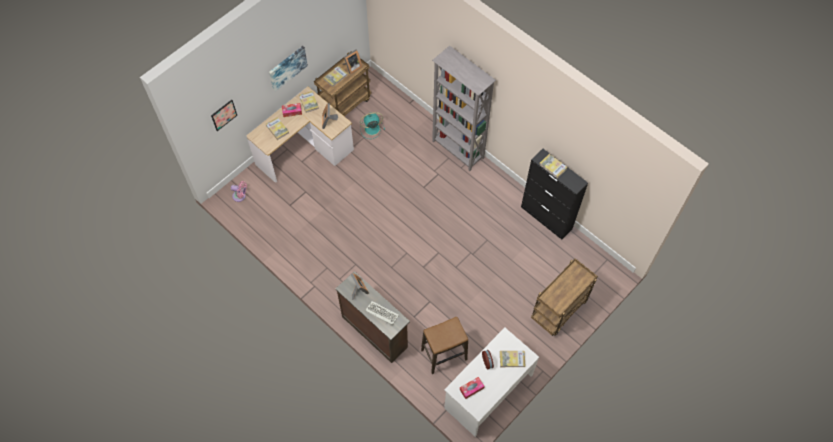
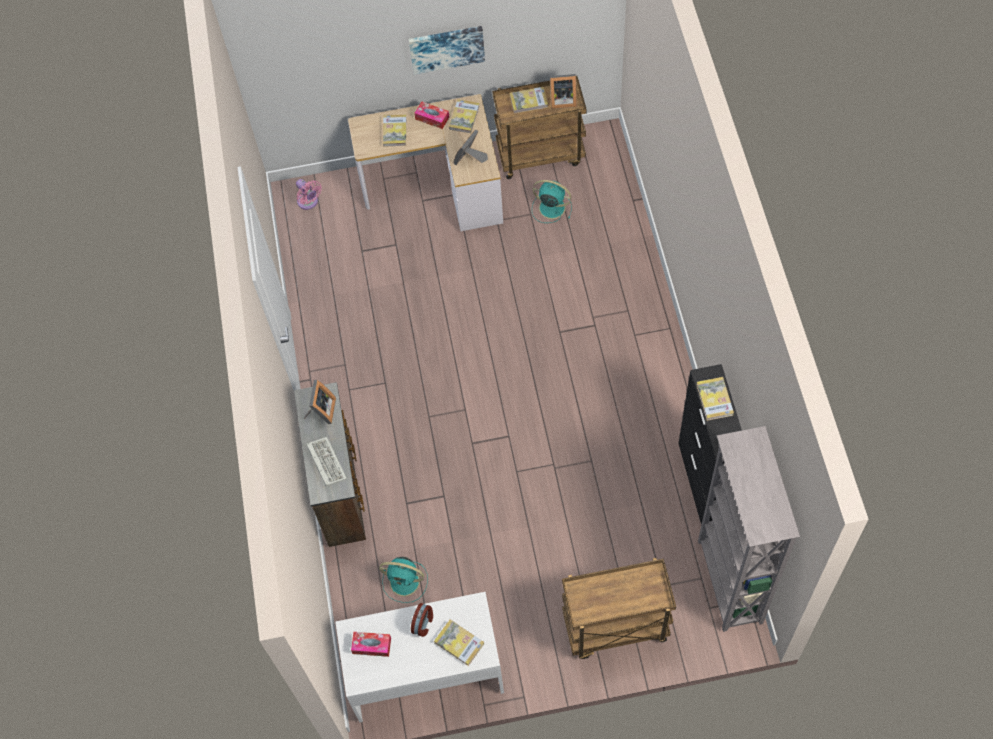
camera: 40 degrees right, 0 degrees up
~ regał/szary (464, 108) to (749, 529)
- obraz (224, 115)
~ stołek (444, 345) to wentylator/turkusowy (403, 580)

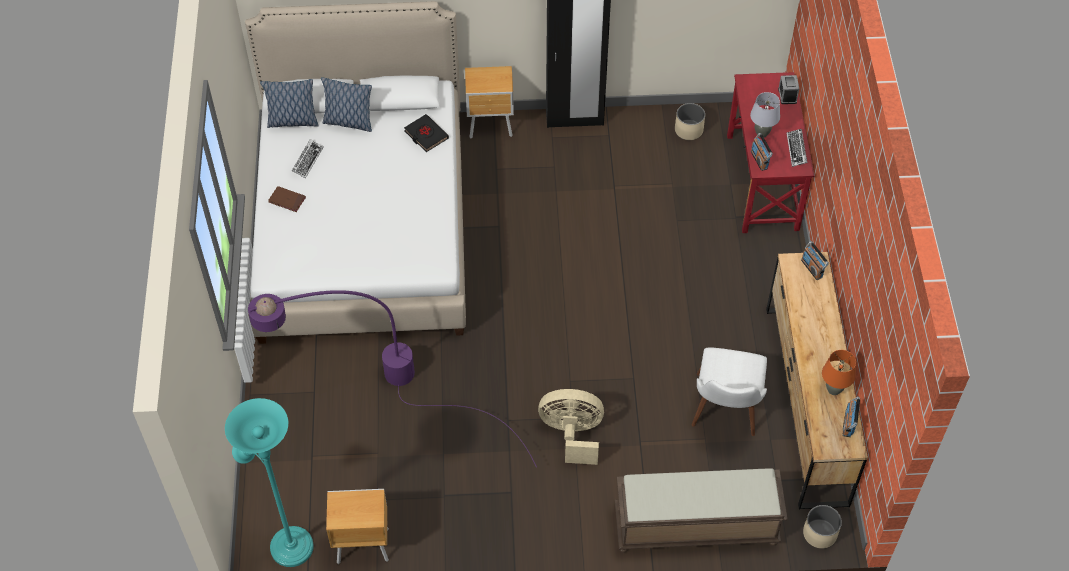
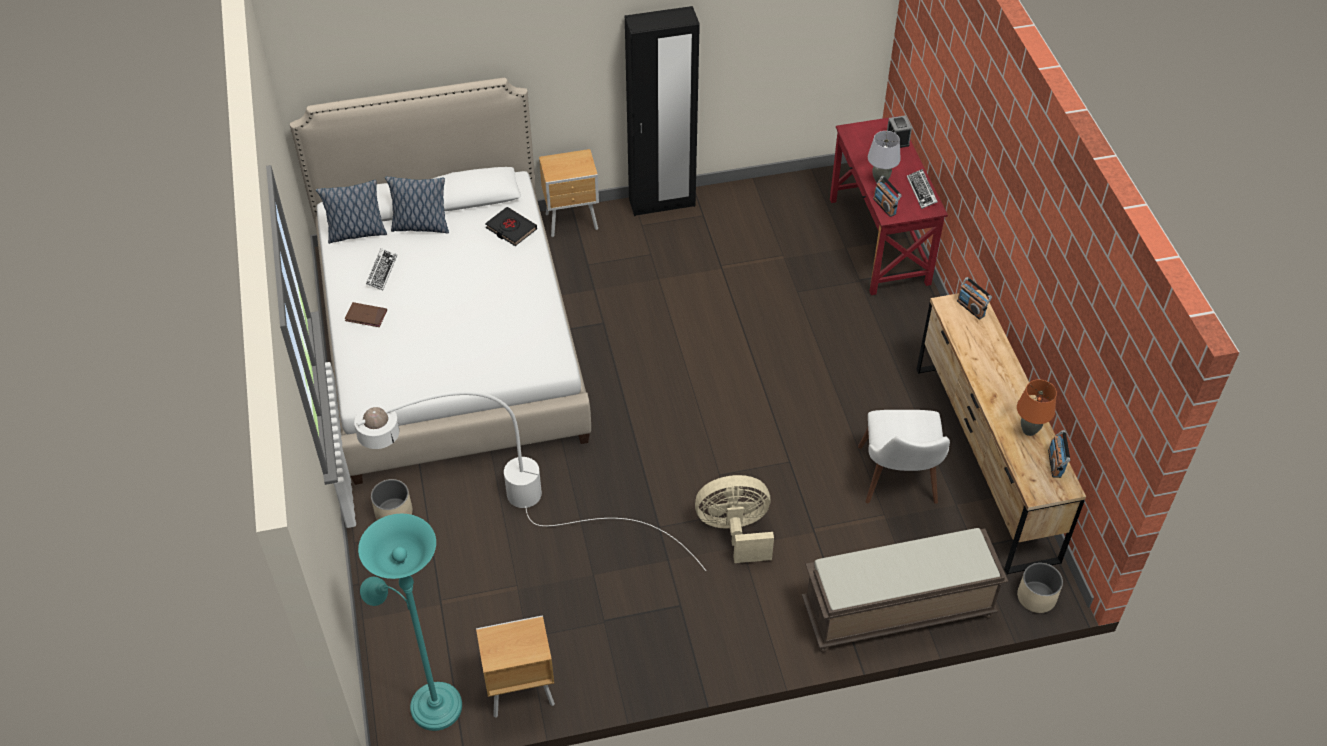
camera: 10 degrees left, 5 degrees down
~ donica/beżowy (690, 121) to (392, 499)
~ lampa stojąca/fioletowy (392, 378) to lampa stojąca/biały (530, 481)

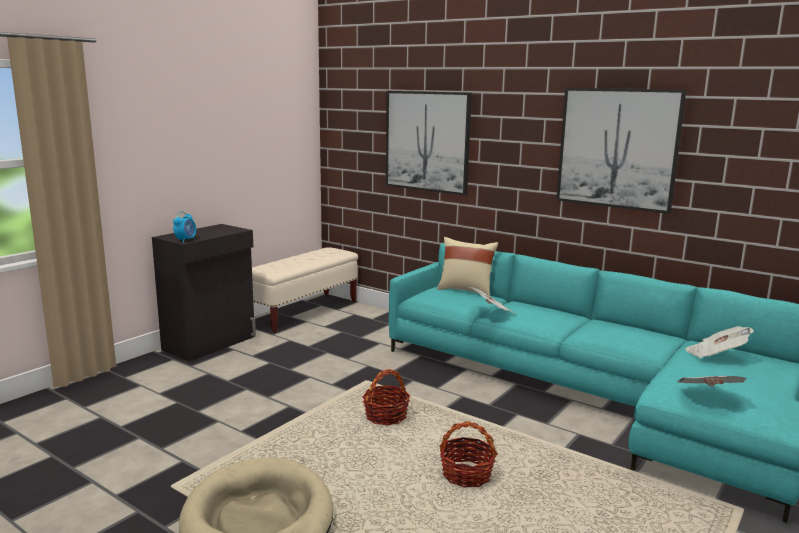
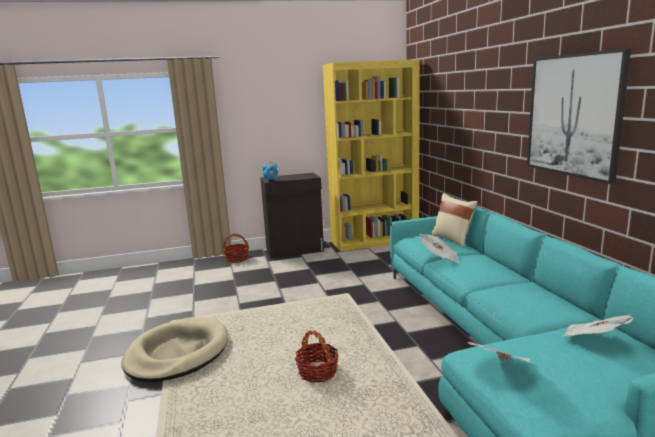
camera: 40 degrees right, 0 degrees up
- obraz (429, 143)
~ ławka/beżowy (305, 290) to regał/żółty (371, 155)
~ koszyk (386, 397) to (235, 248)

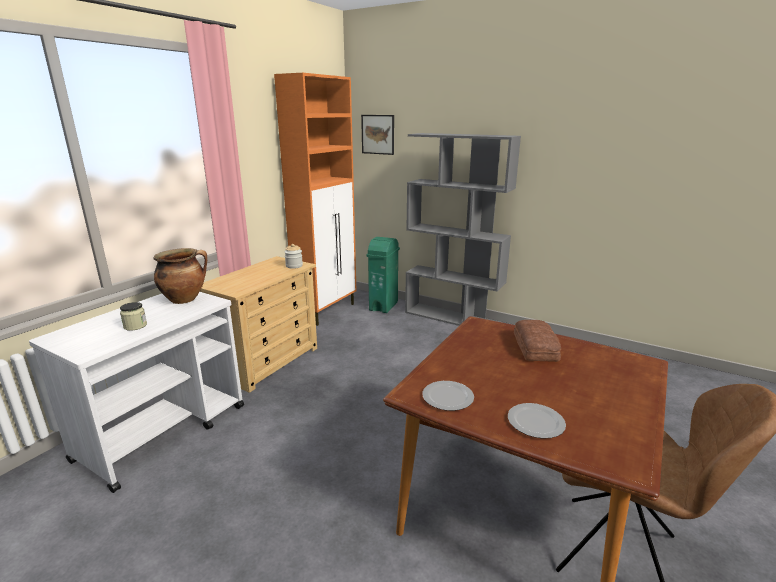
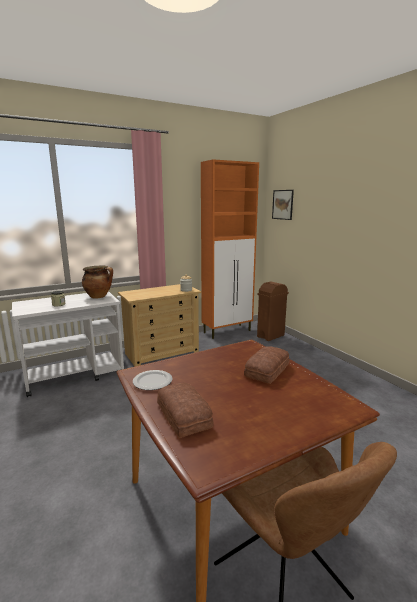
camera: 30 degrees right, 5 degrees down
- regał/szary (463, 229)
~ kosz na śmieci/zielony (383, 275) to kosz na śmieci/brązowy (273, 311)
~ talerz (537, 420) to chleb (185, 410)

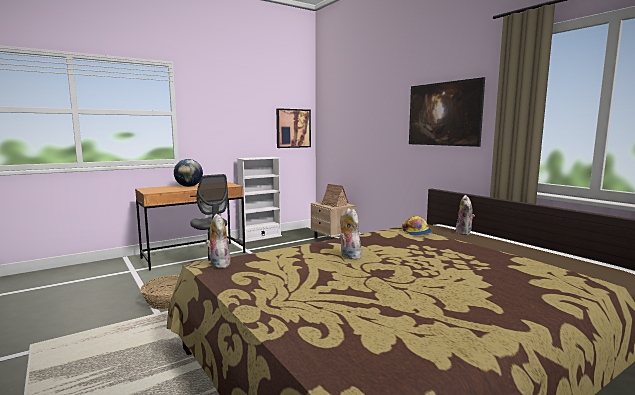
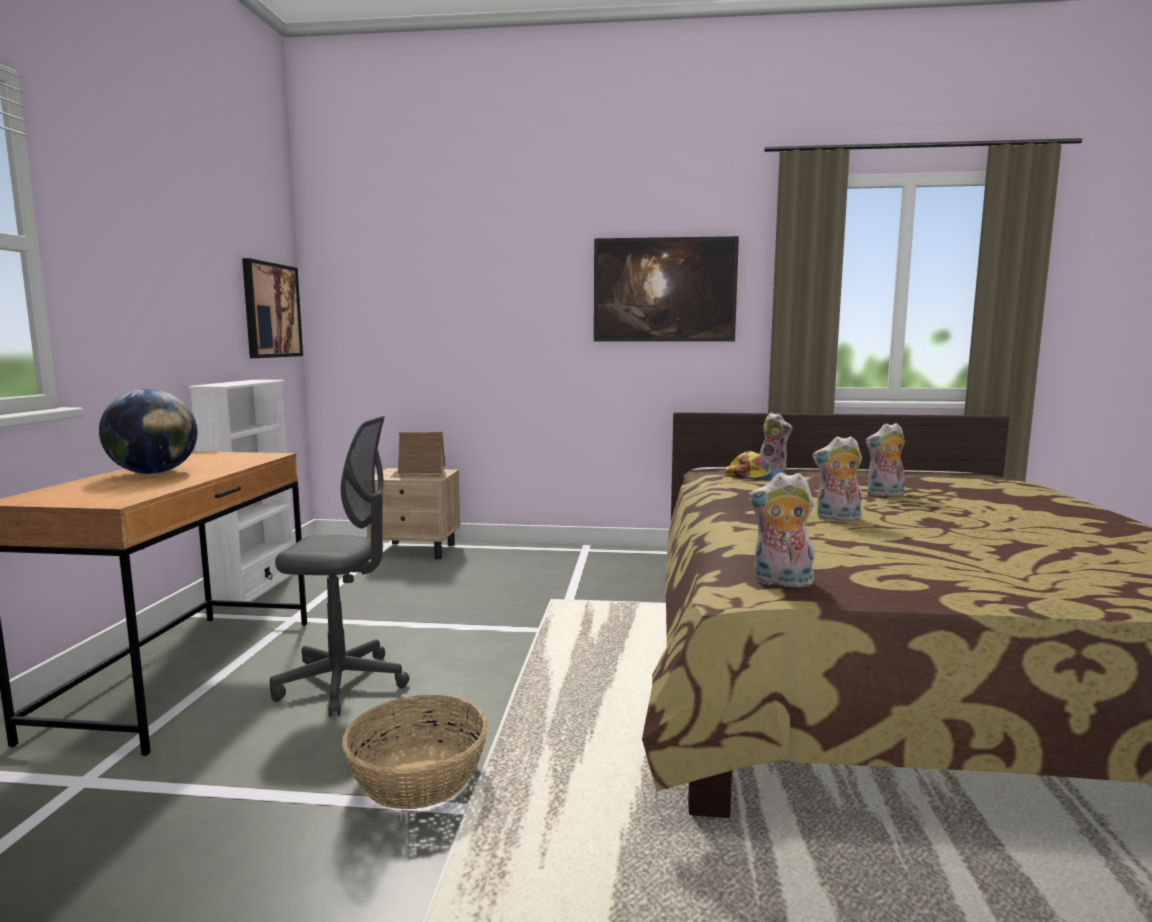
camera: 50 degrees left, 0 degrees up
+ pluszak (885, 460)

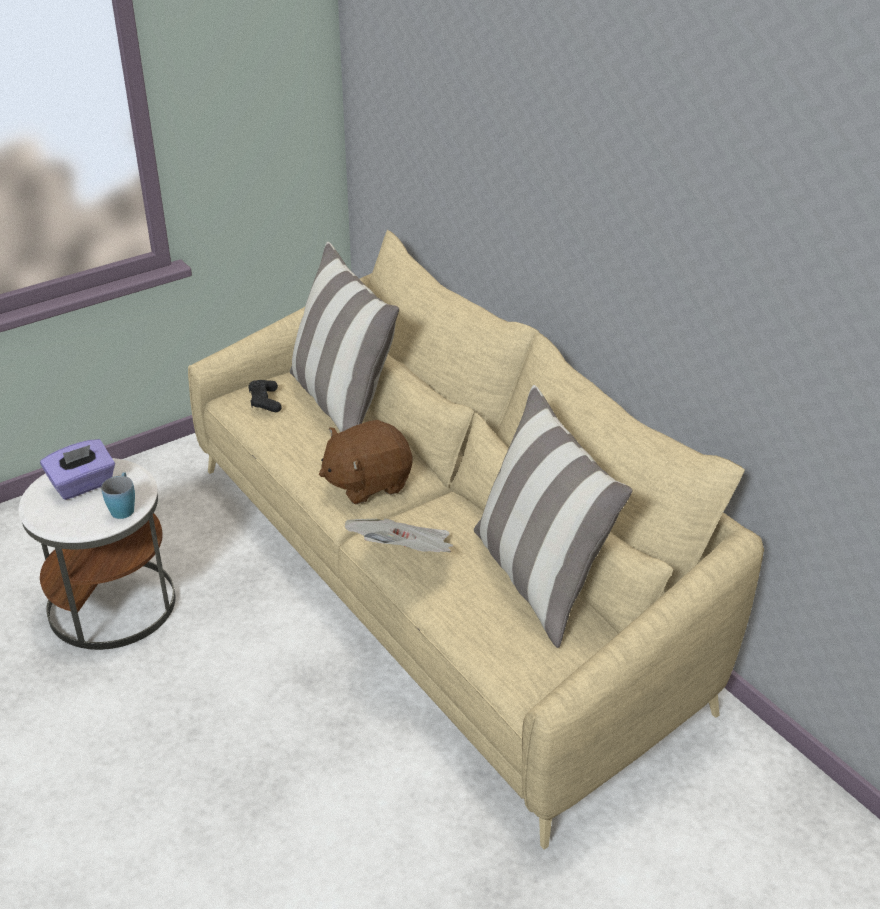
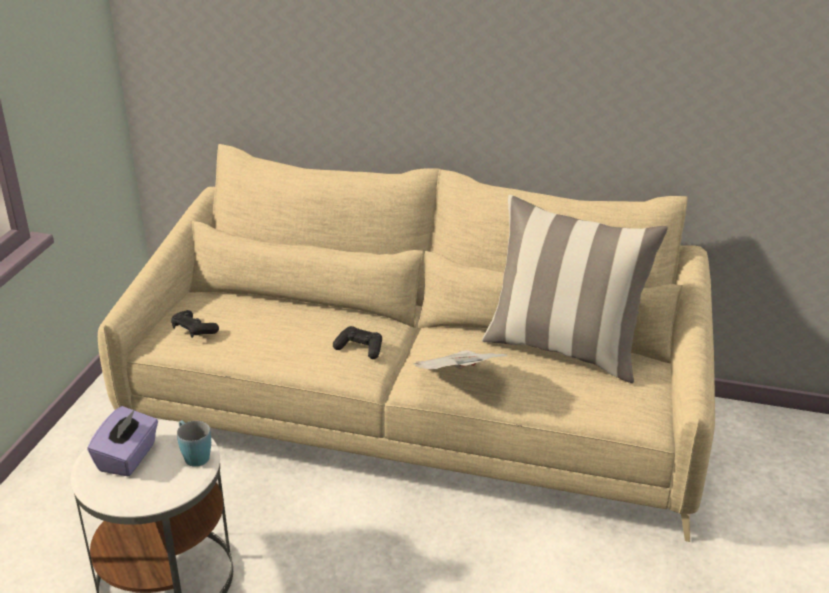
camera: 40 degrees left, 5 degrees down
- poduszka (344, 337)
~ pluszak/brązowy (365, 462) to pad do gier/czarny (357, 342)

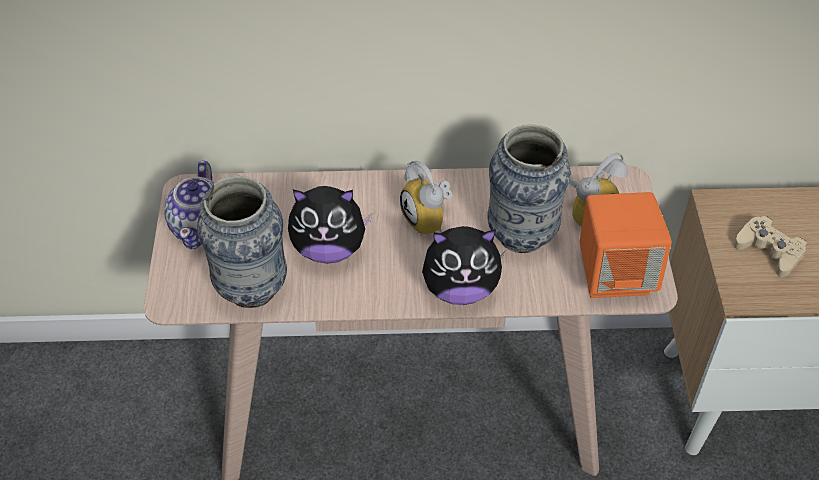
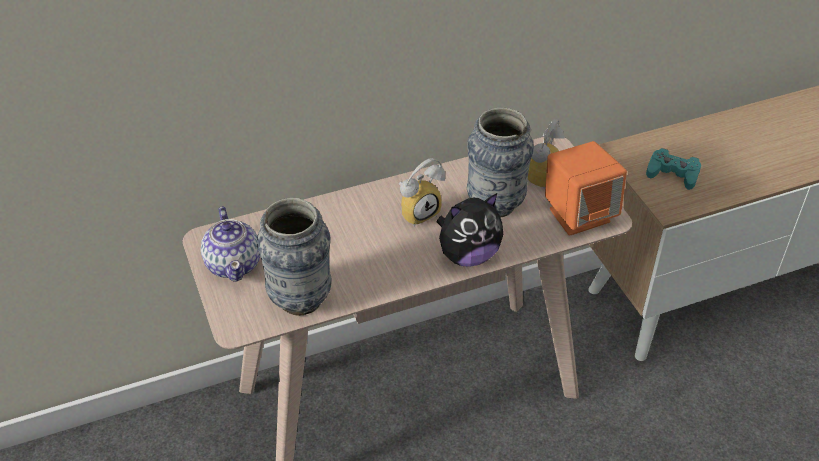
camera: 20 degrees left, 5 degrees down
~ budzik (426, 198) = (422, 192) 75 degrees counterclockwise
- pluszak (330, 225)
~ pad do gier/beżowy (770, 246) to pad do gier/turkusowy (673, 169)

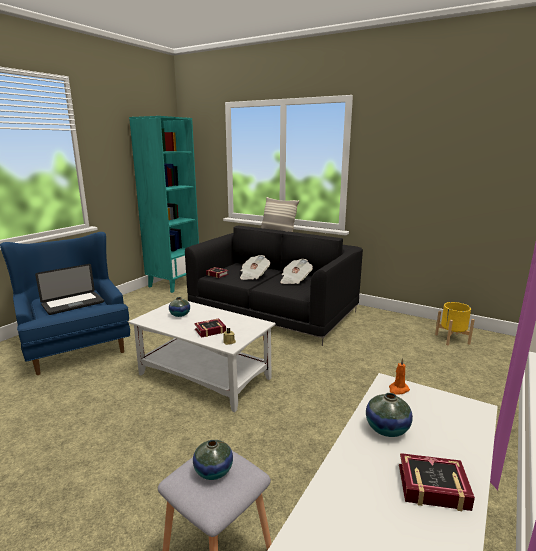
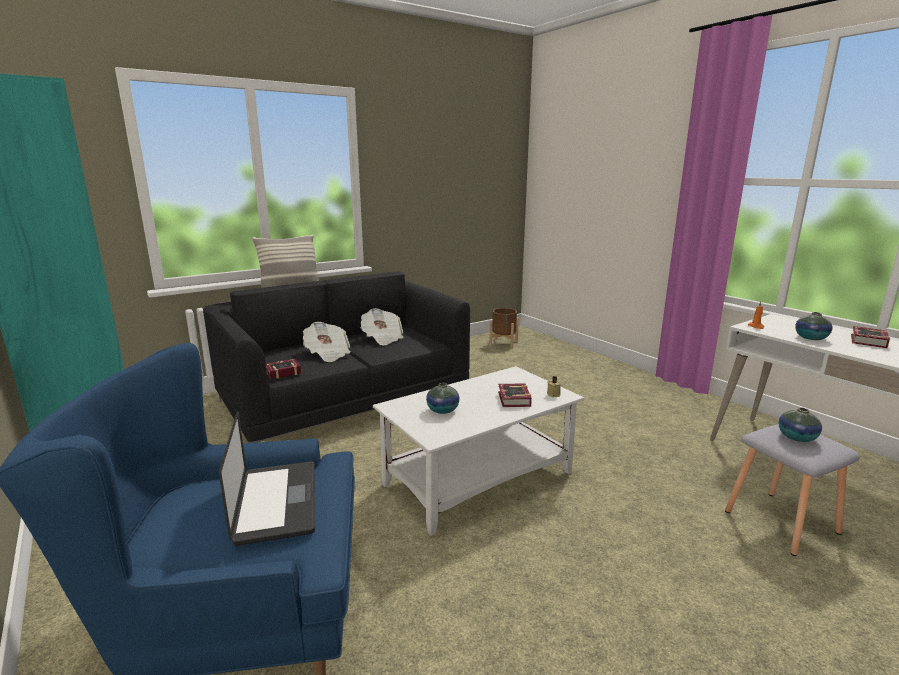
camera: 65 degrees left, 0 degrees up
~ donica/żółty (455, 324) to donica/brązowy (504, 328)

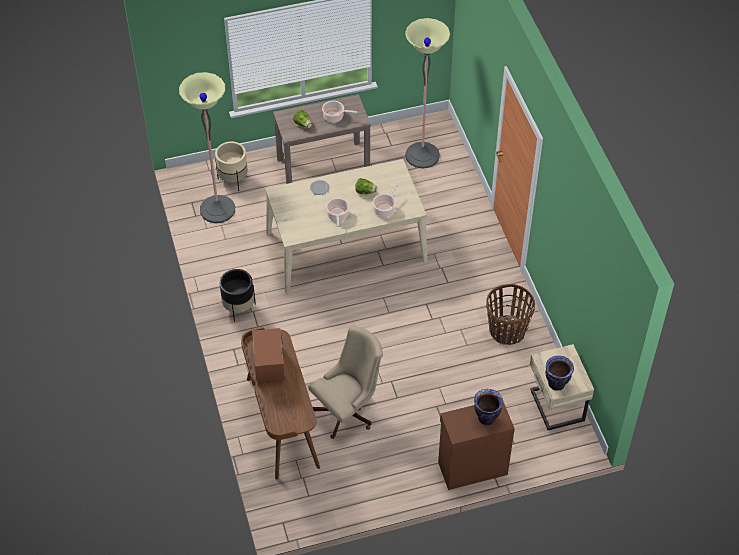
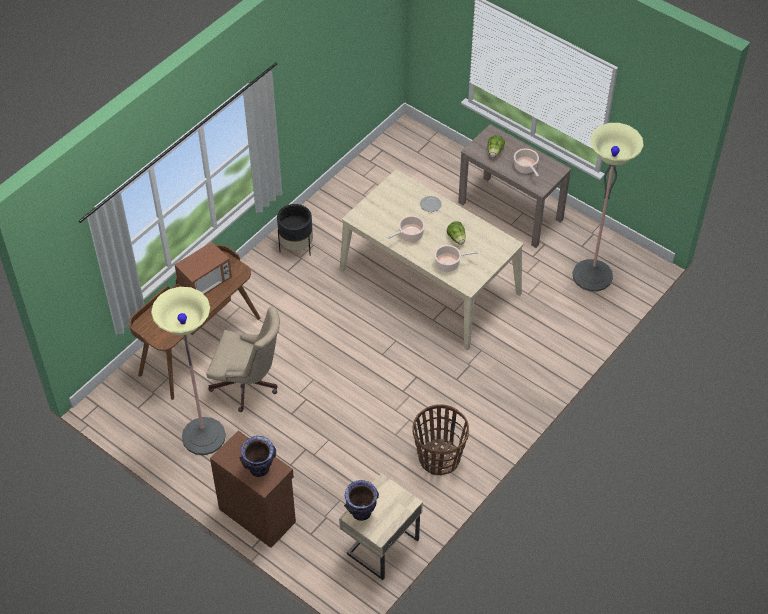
camera: 55 degrees right, 0 degrees up
~ lampa stojąca (207, 147) to (188, 371)
- donica/beżowy (231, 166)

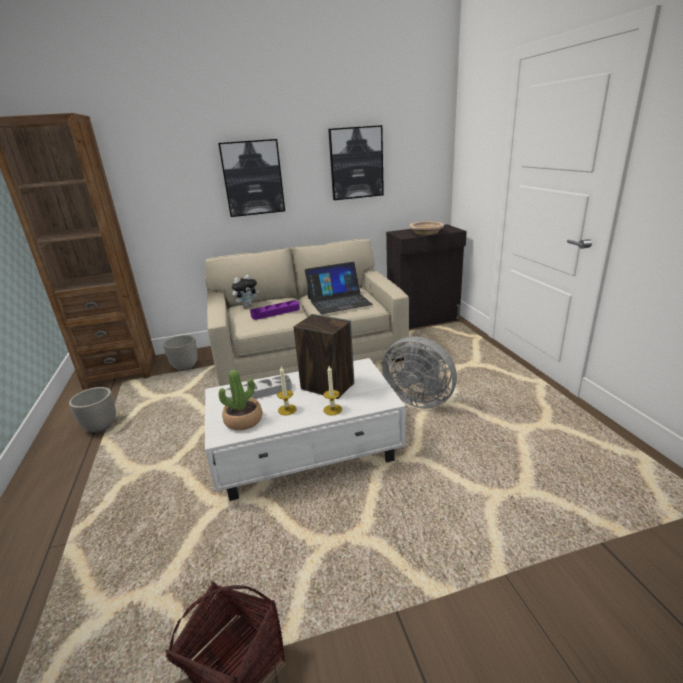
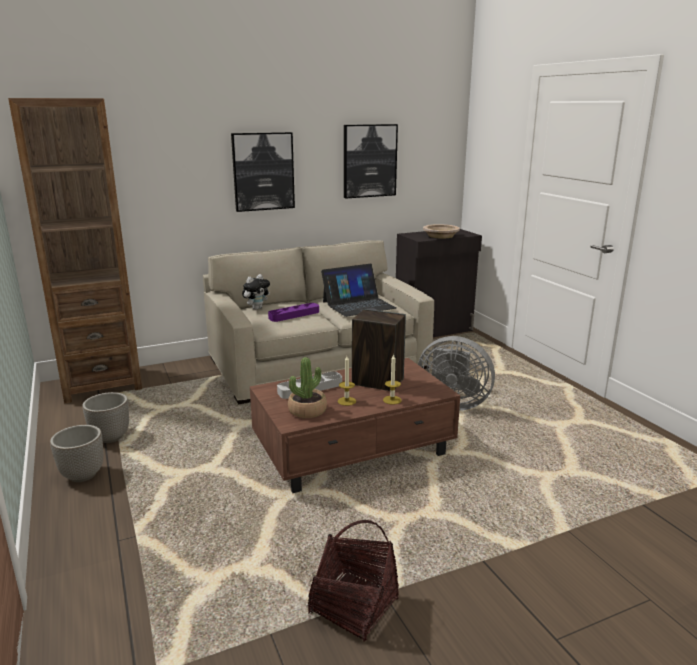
camera: 10 degrees left, 5 degrees down
~ donica (180, 353) to (76, 453)
~ ława/biały (305, 429) to ława/brązowy (355, 425)

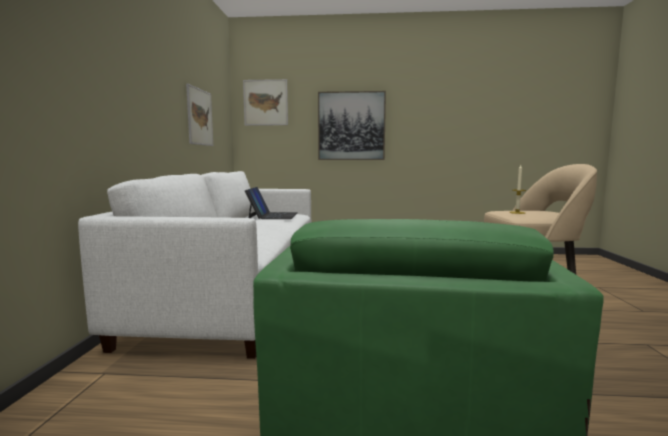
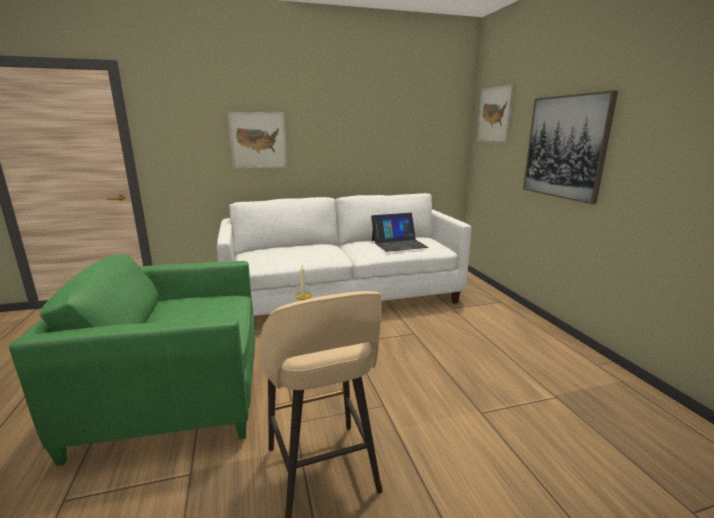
camera: 70 degrees right, 10 degrees up
~ obraz (199, 114) to (257, 140)

